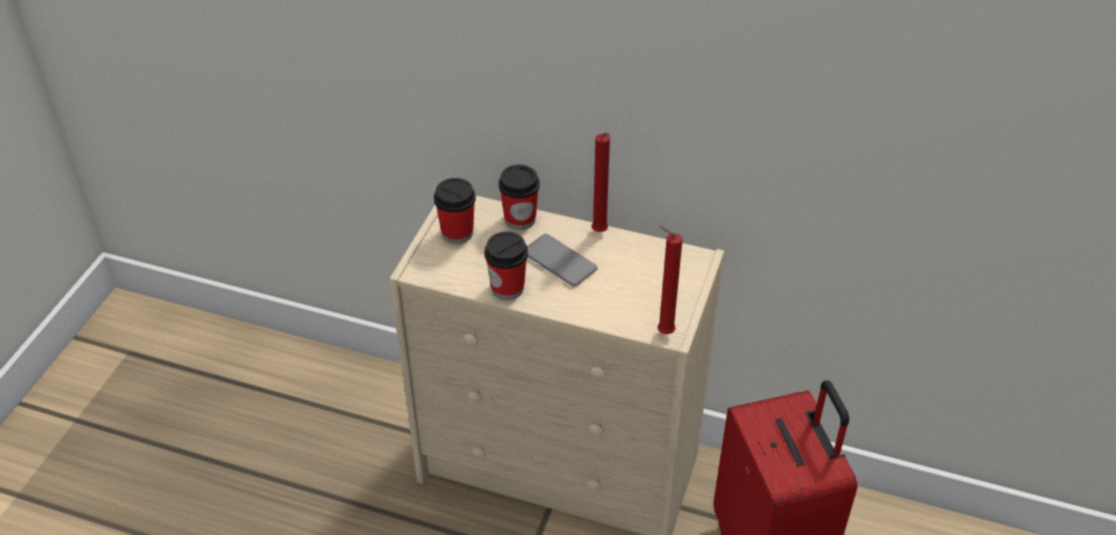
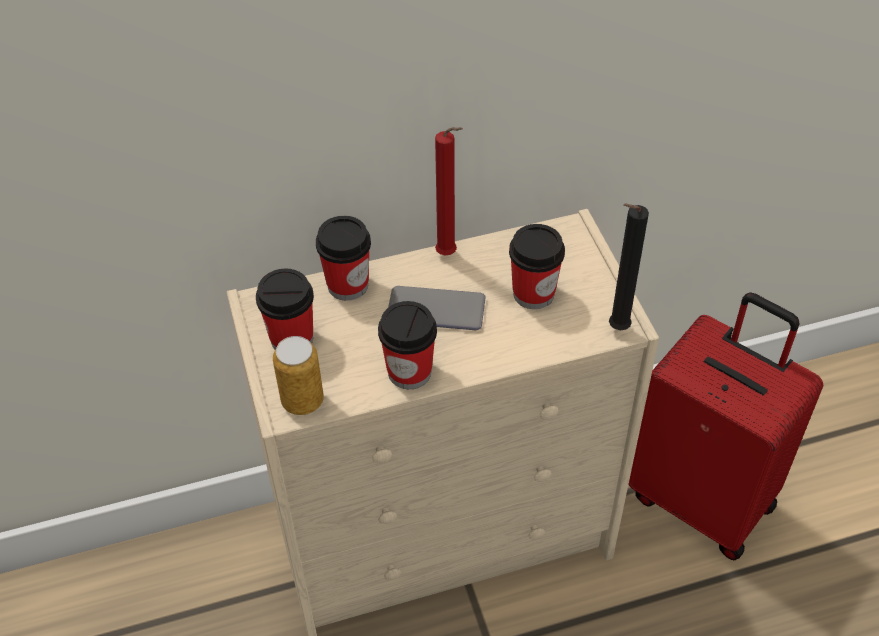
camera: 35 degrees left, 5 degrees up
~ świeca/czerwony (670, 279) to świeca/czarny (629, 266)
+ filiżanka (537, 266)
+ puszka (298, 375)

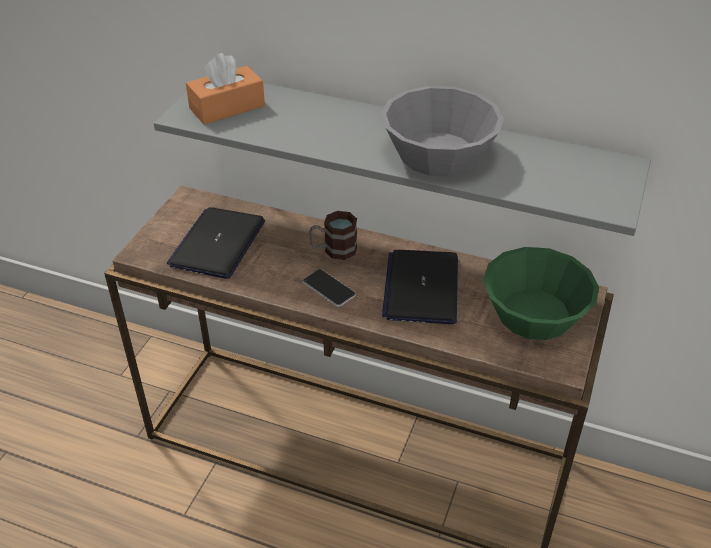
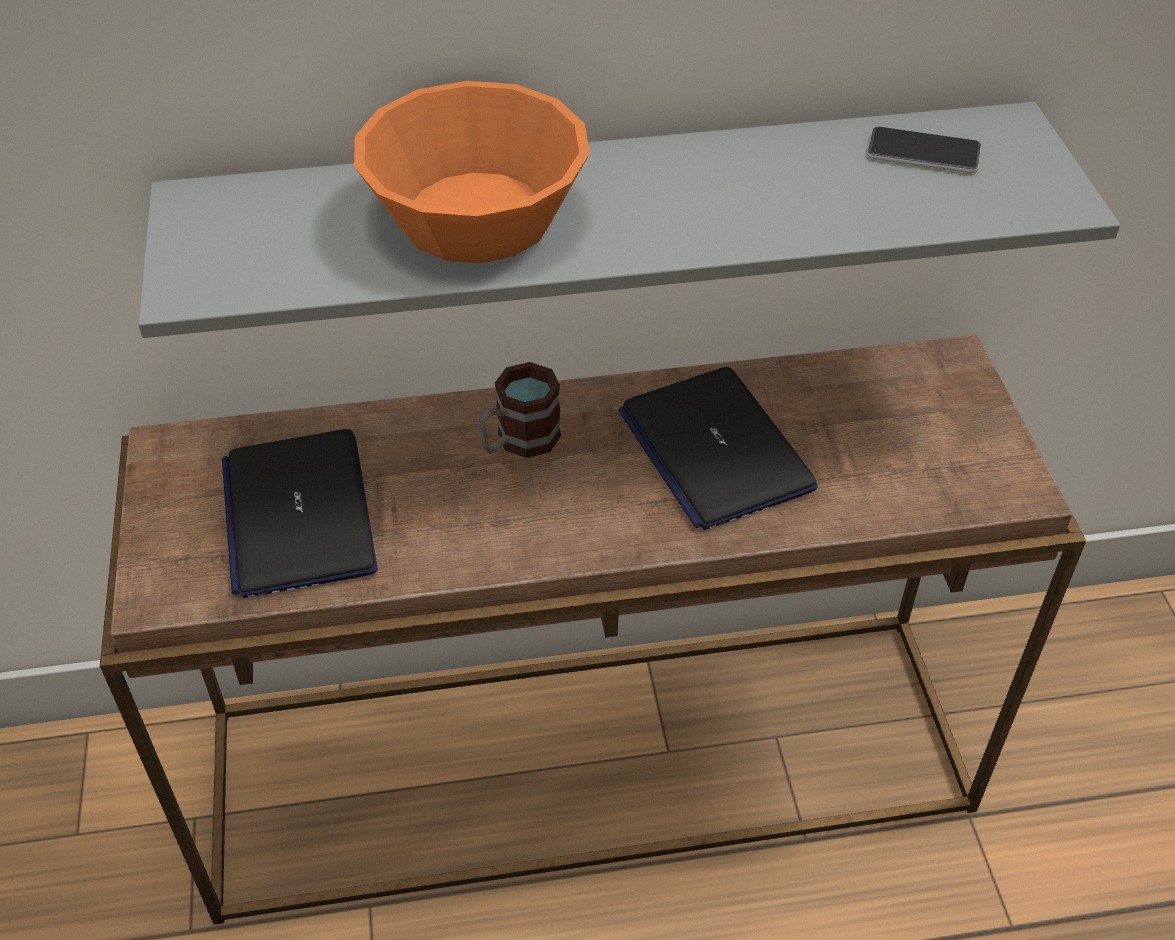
camera: 30 degrees left, 5 degrees up
- pudełko chusteczek/pomarańczowy (225, 88)
- miska/szary (442, 131)
- miska/zielony (541, 293)
~ telefon (329, 288) to (924, 149)
+ miska/pomarańczowy (472, 172)

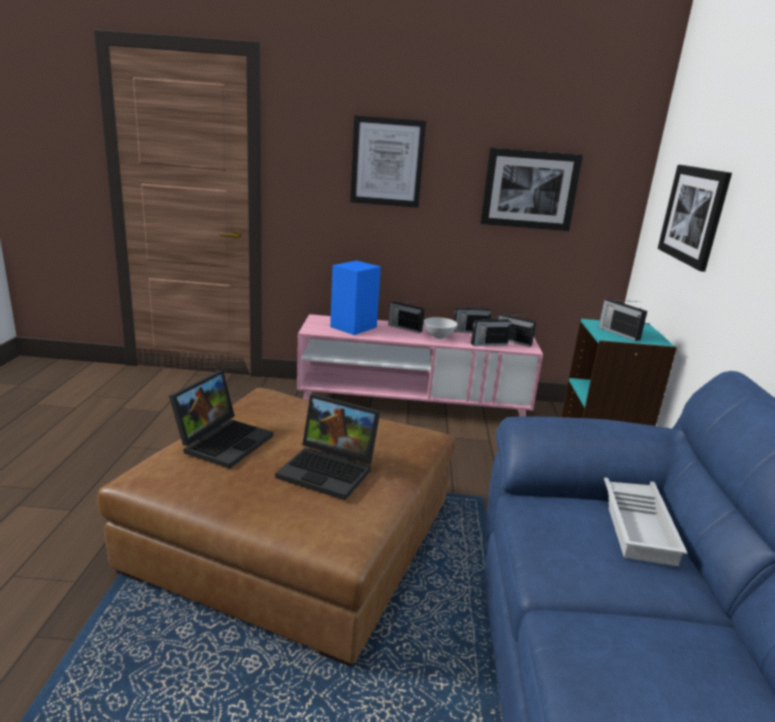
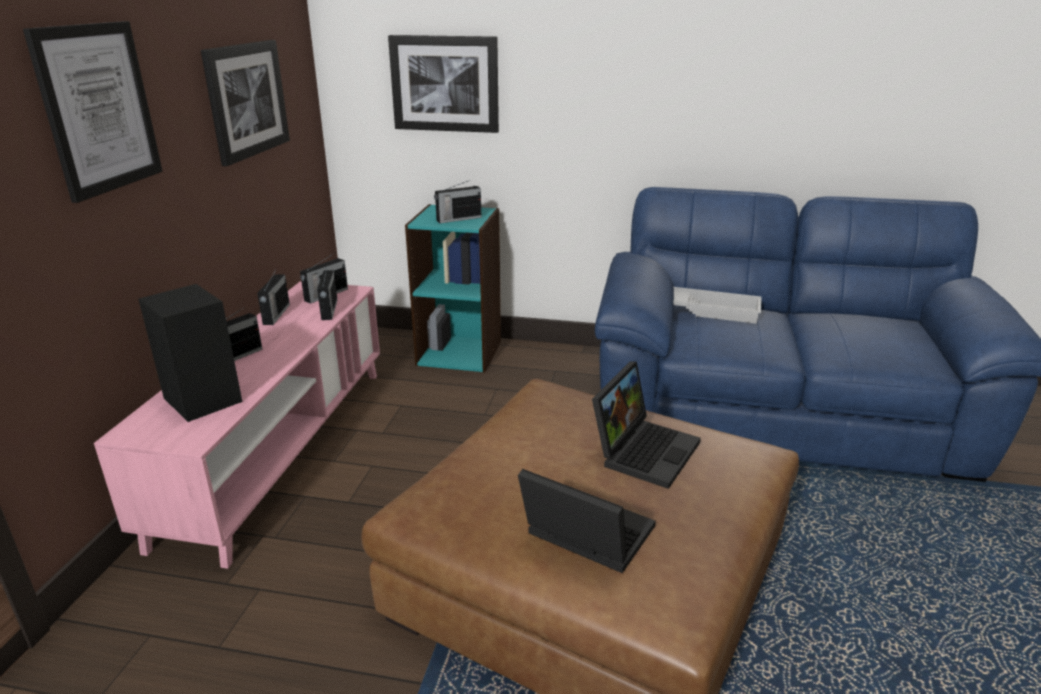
camera: 80 degrees left, 5 degrees up
~ głośnik/niebieski (355, 298) to głośnik/czarny (190, 353)
- miska/biały (440, 328)

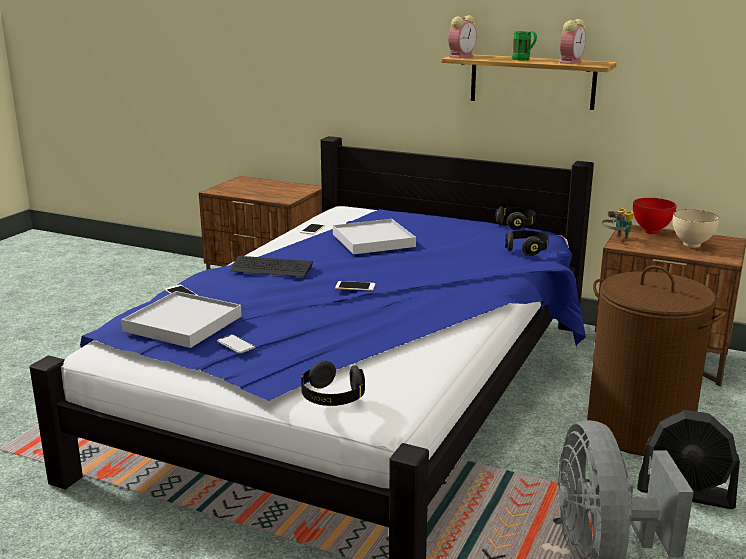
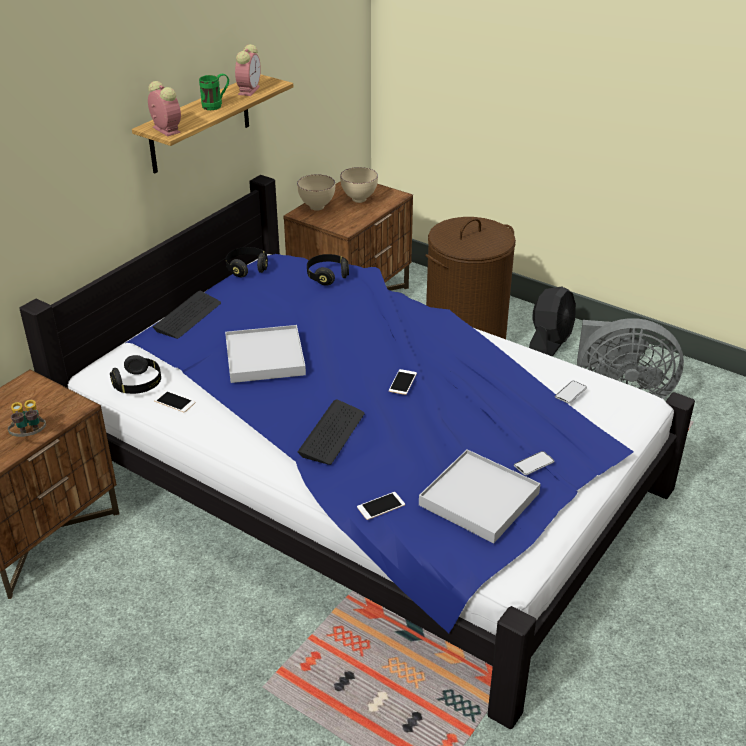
camera: 80 degrees left, 15 degrees up
~ budzik (573, 41) = (248, 70) 60 degrees clockwise
~ miska/czerwony (655, 216) to miska/beżowy (316, 193)
~ lornetka (617, 224) to (27, 418)
~ słuchawki/czarny (333, 383) to (135, 374)
+ klawiatura (187, 315)
+ telefon (571, 392)

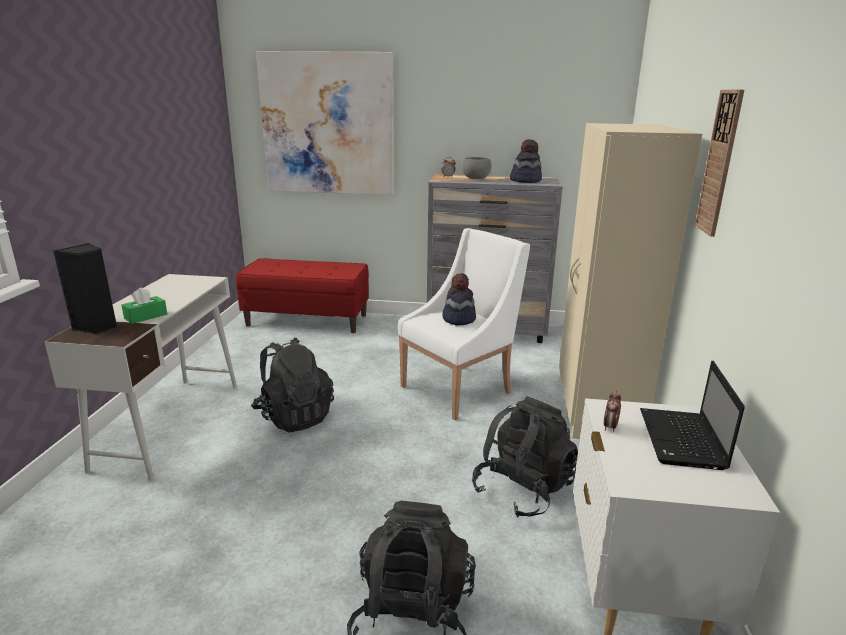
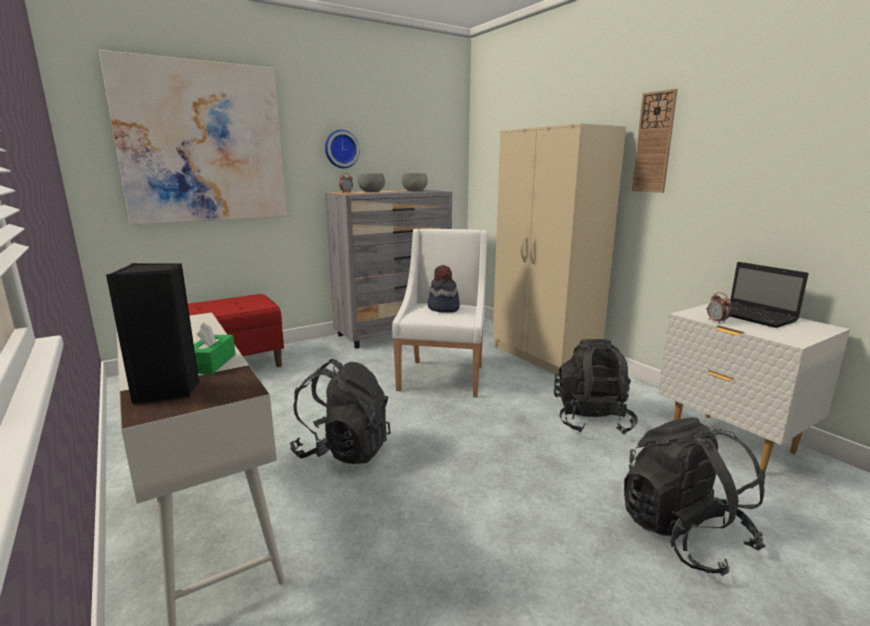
camera: 40 degrees left, 5 degrees down
~ kapelusz (526, 161) to miska/szary (415, 182)
+ zegar ścienny (342, 149)

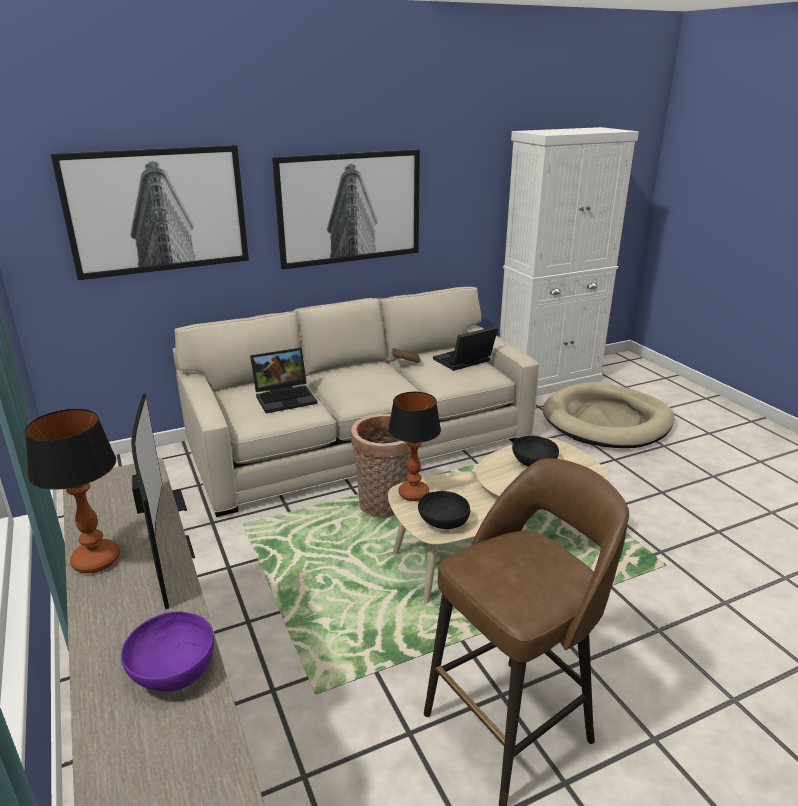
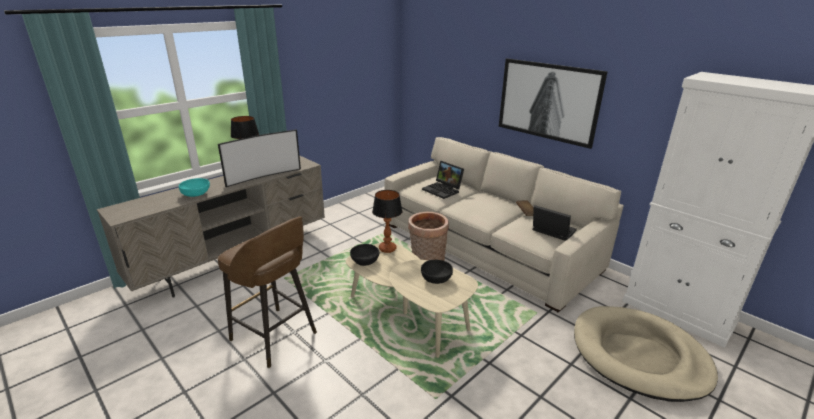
camera: 70 degrees right, 0 degrees up
- obraz (150, 212)
~ miska/fioletowy (167, 651) to miska/turkusowy (194, 187)

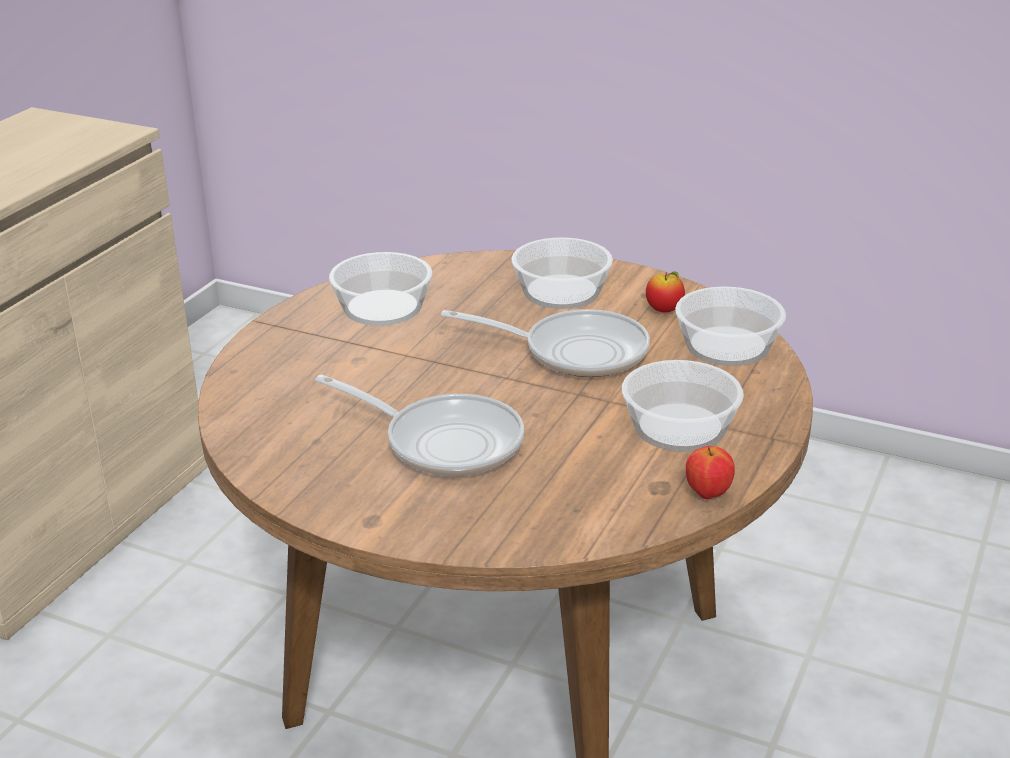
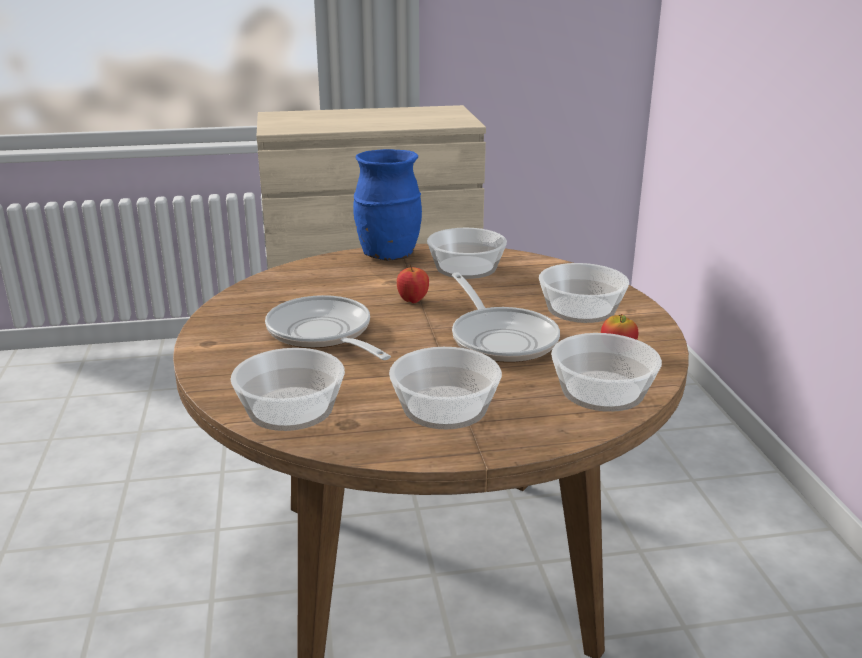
camera: 55 degrees right, 5 degrees down
~ patelnia (419, 425) = (328, 327) 150 degrees clockwise
~ jabłko (710, 472) to (413, 284)
+ wazon/niebieski (387, 205)
+ miska (288, 389)

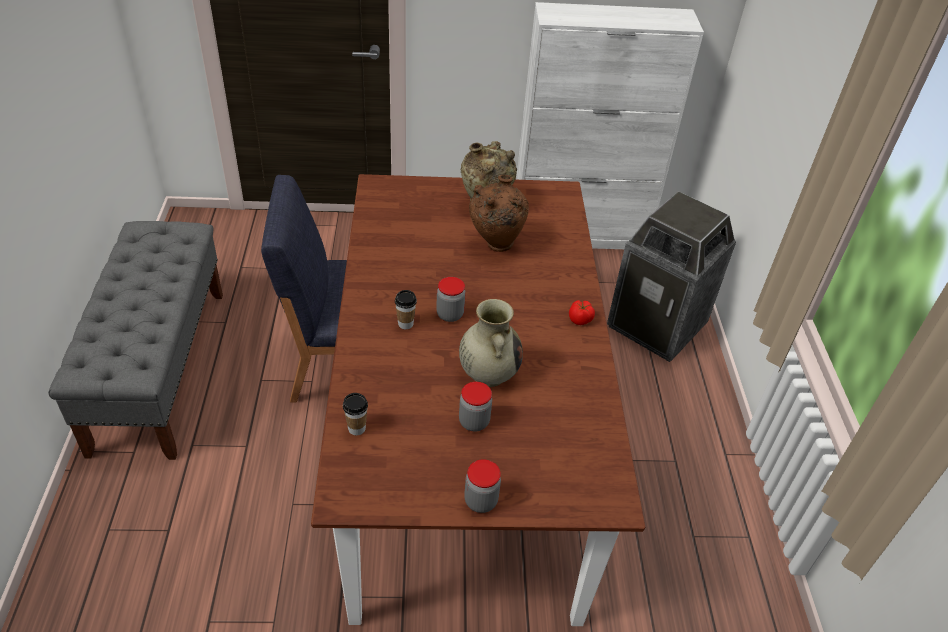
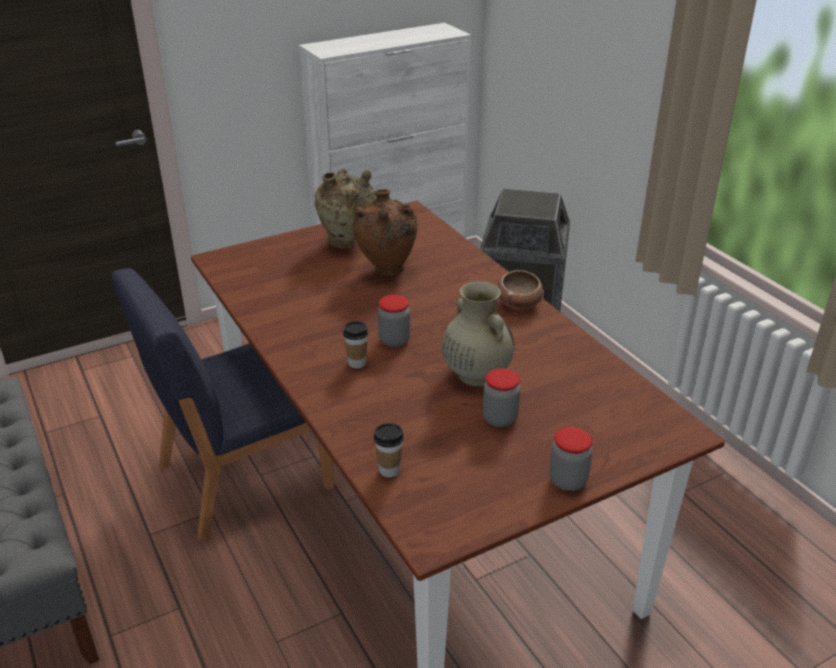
camera: 25 degrees left, 10 degrees down
~ pomidor (582, 312) to miska (520, 289)

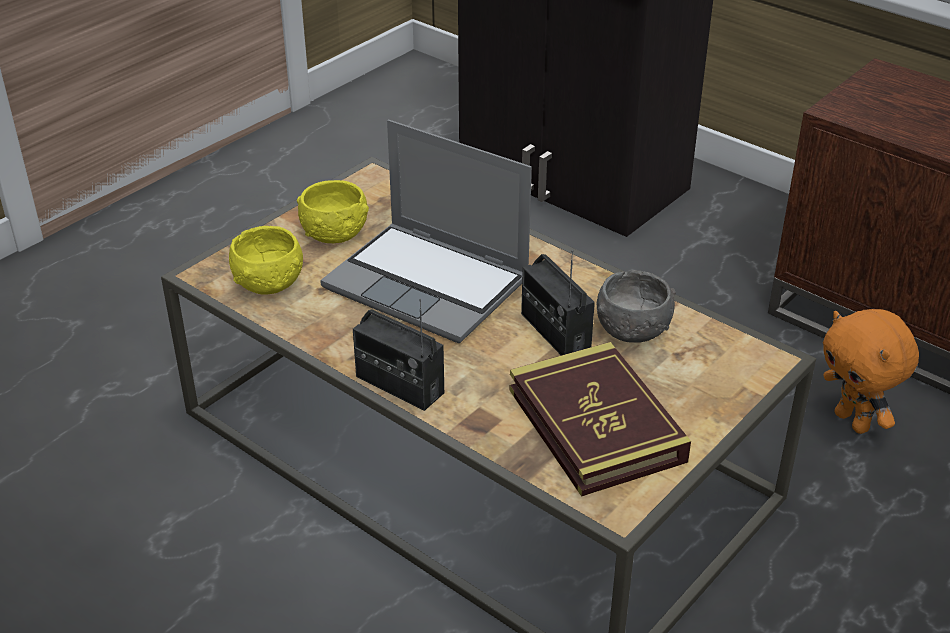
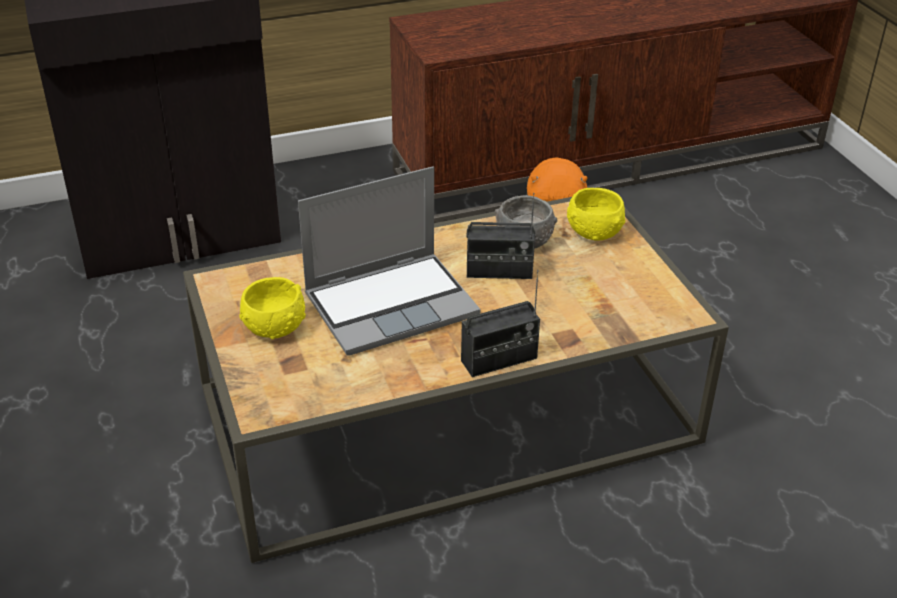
camera: 60 degrees left, 0 degrees up
~ miska/żółty (266, 260) to (596, 214)
- książka (600, 419)

